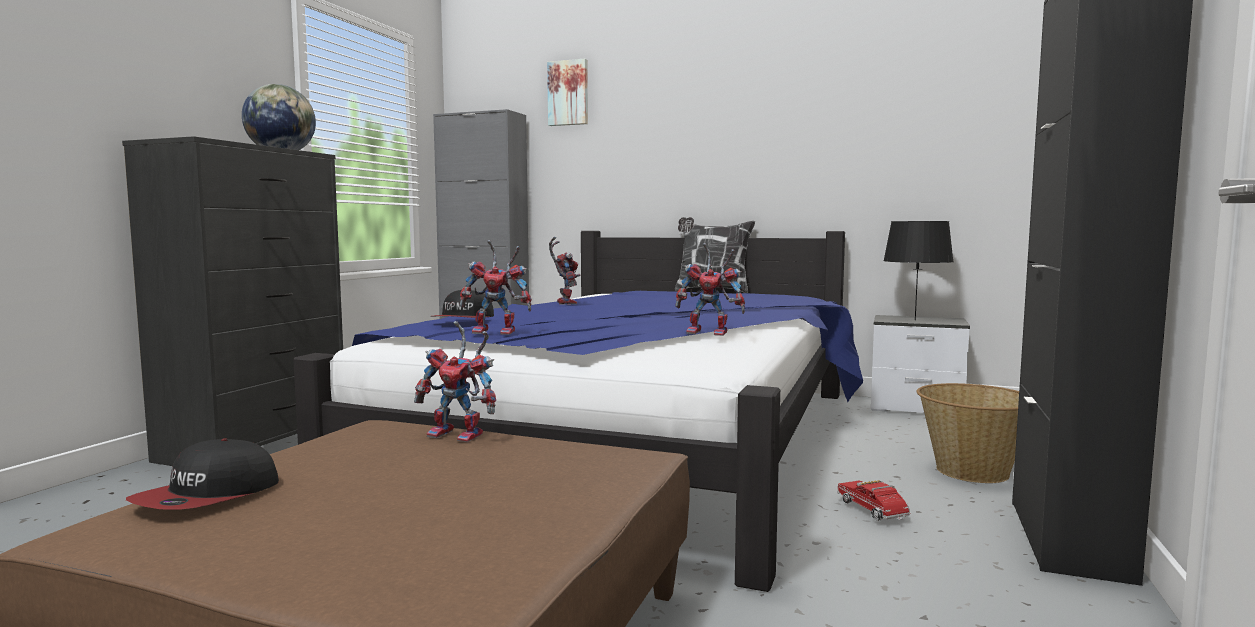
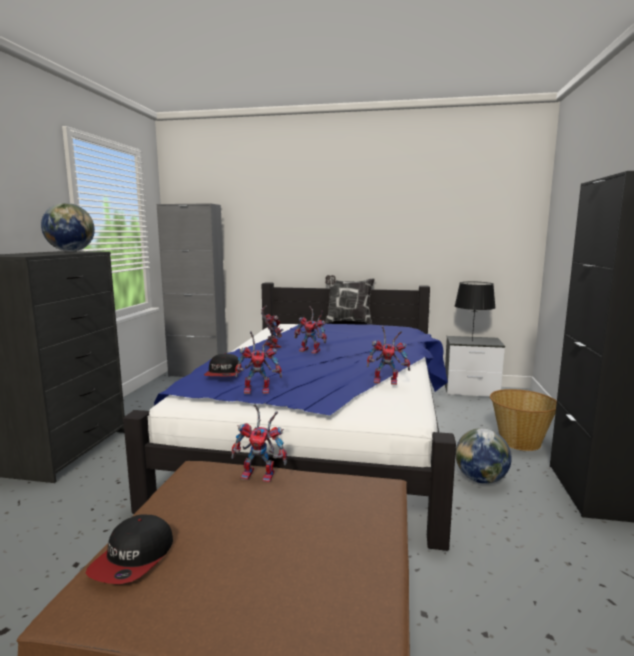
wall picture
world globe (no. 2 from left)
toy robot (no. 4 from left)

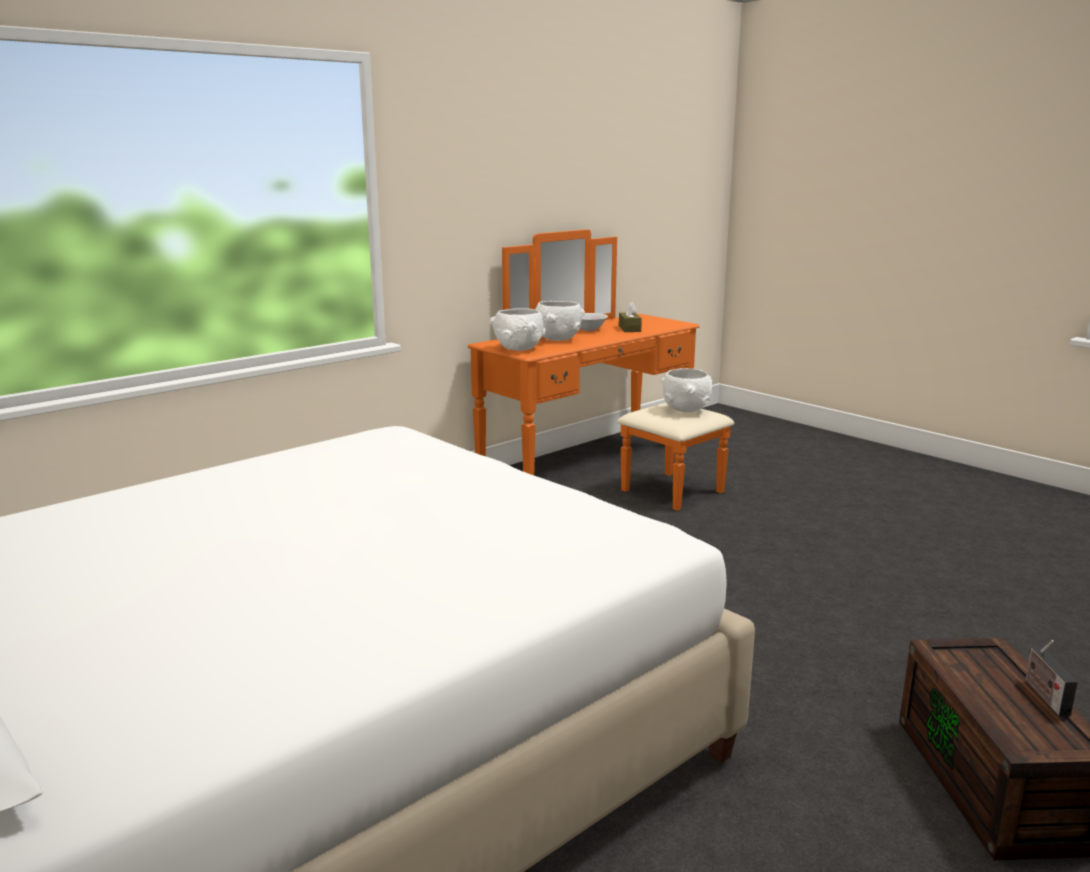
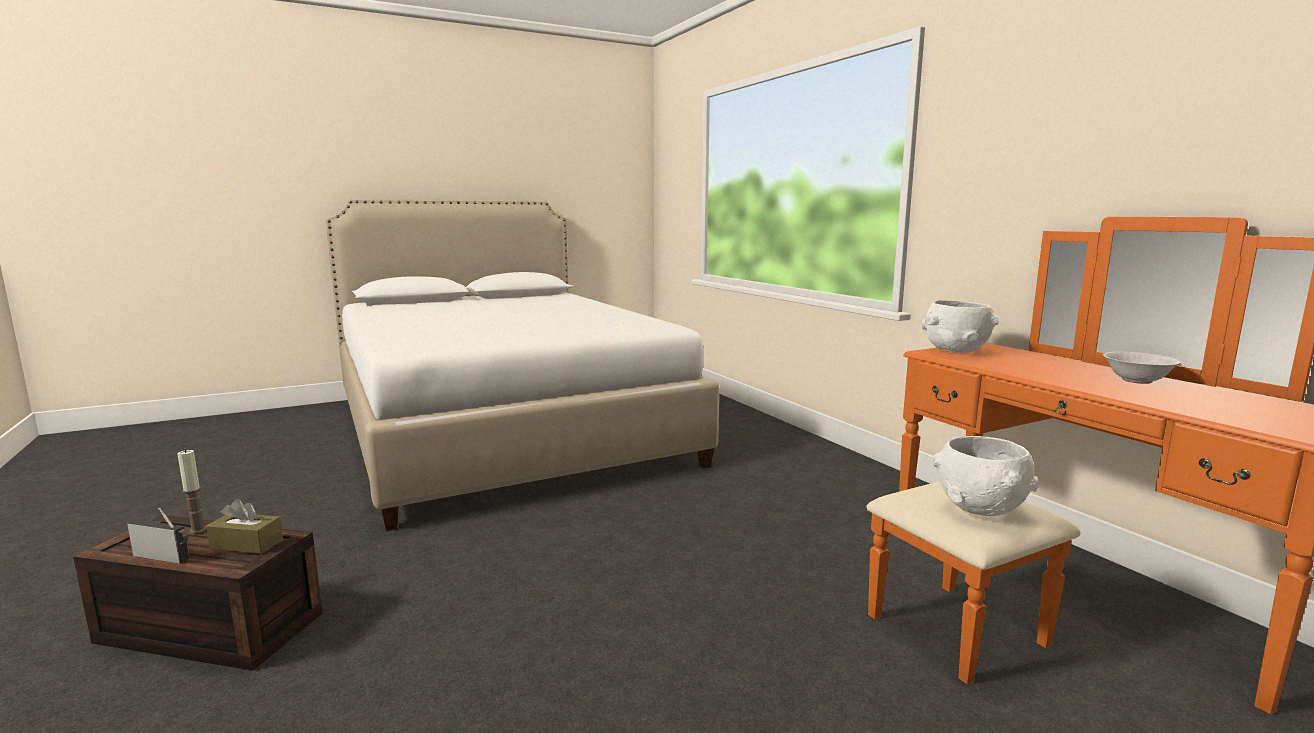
white deep dish (no. 2 from left in the first image)
brown-coloured tissue holder
wax candle

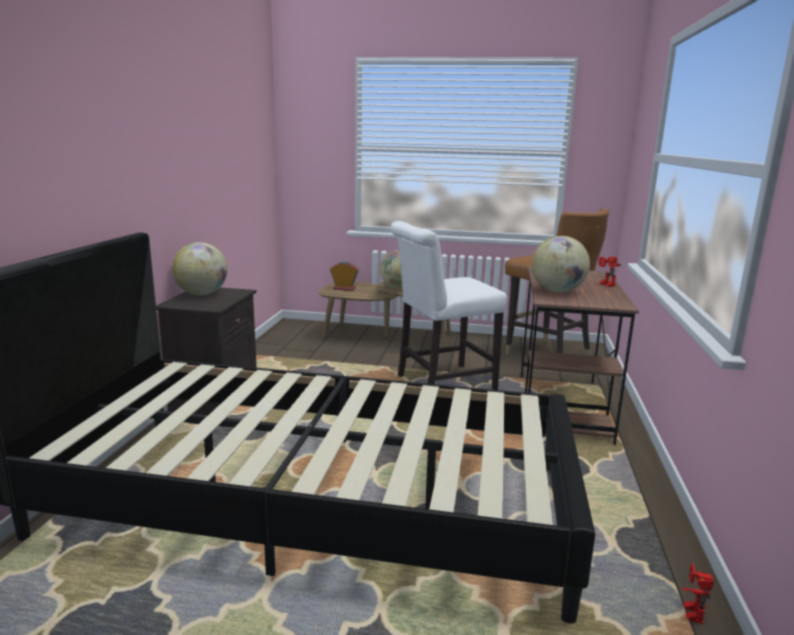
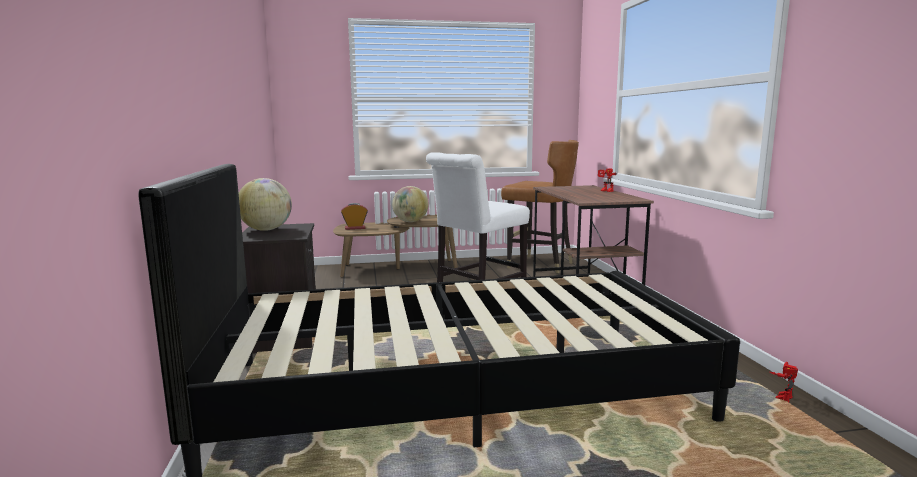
world globe (no. 3 from left in the first image)
toy robot (no. 2 from left)

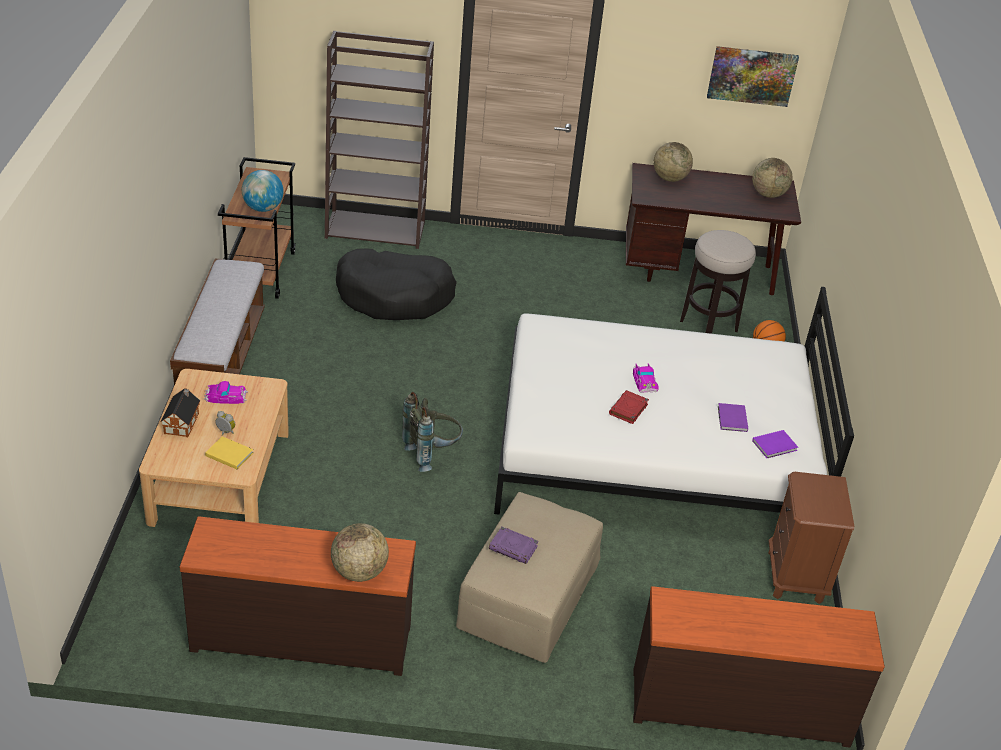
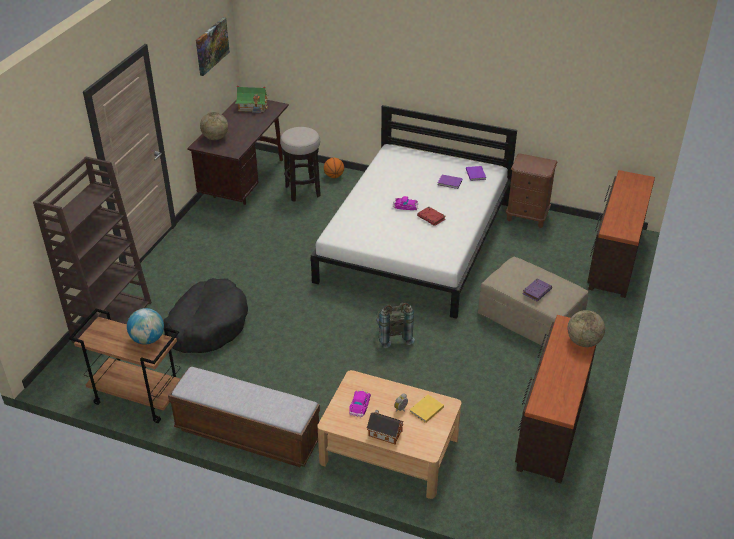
model house (no. 1 from left)

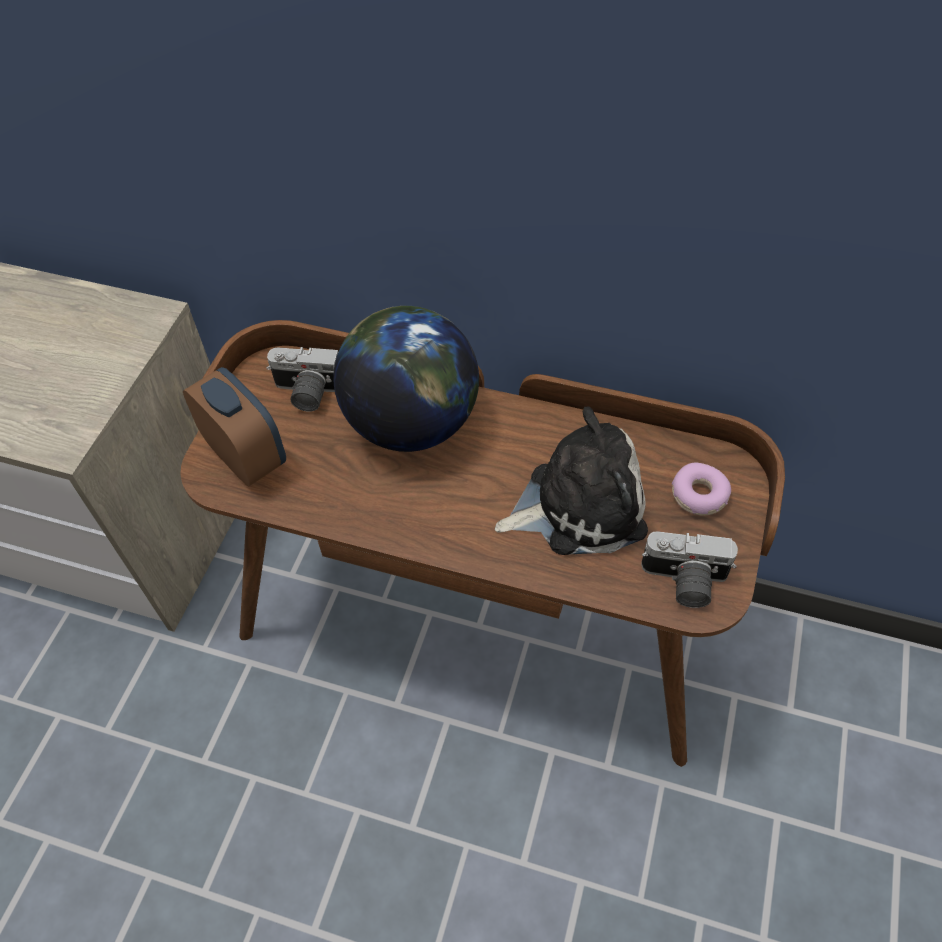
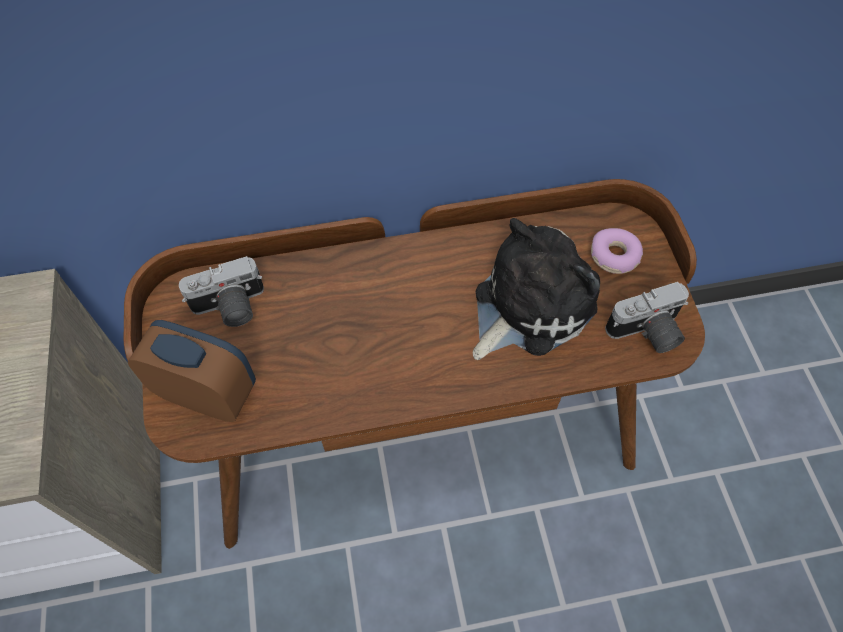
world globe

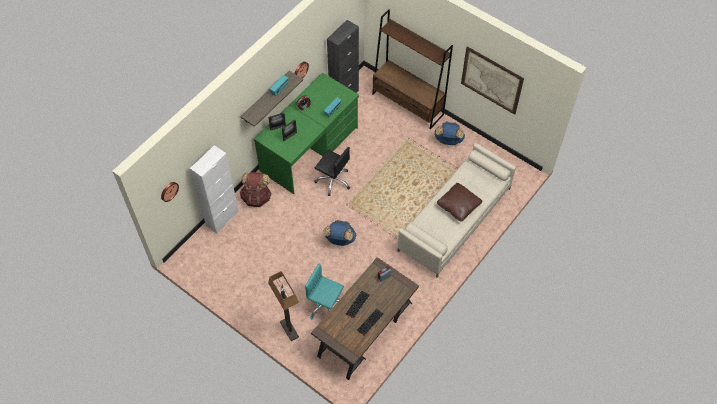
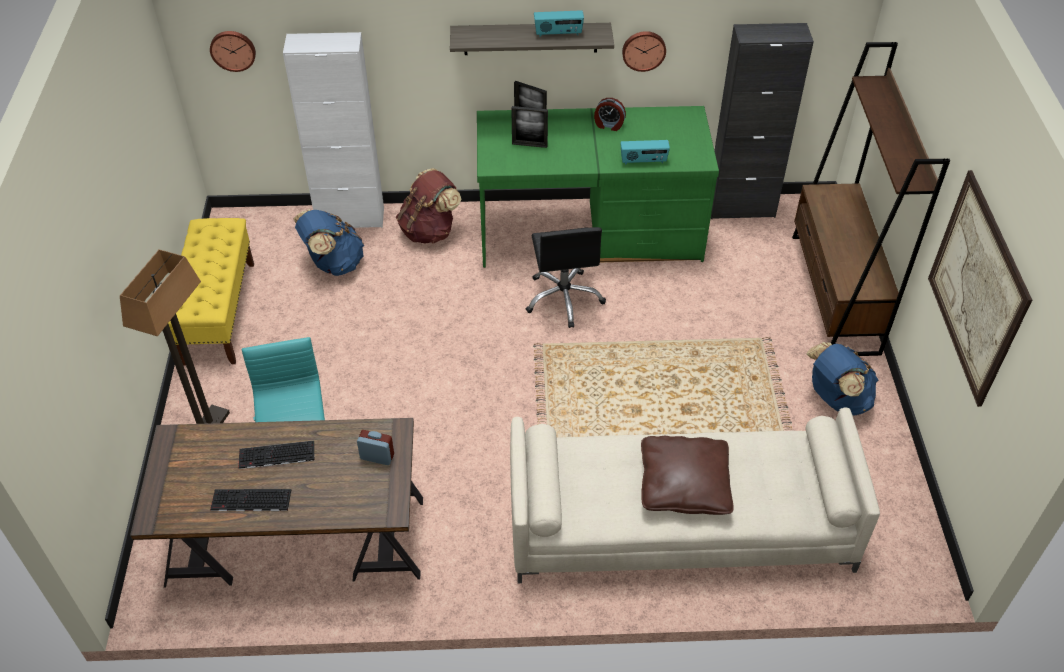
blue rucksack (no. 1 from left)
yellowish long seat

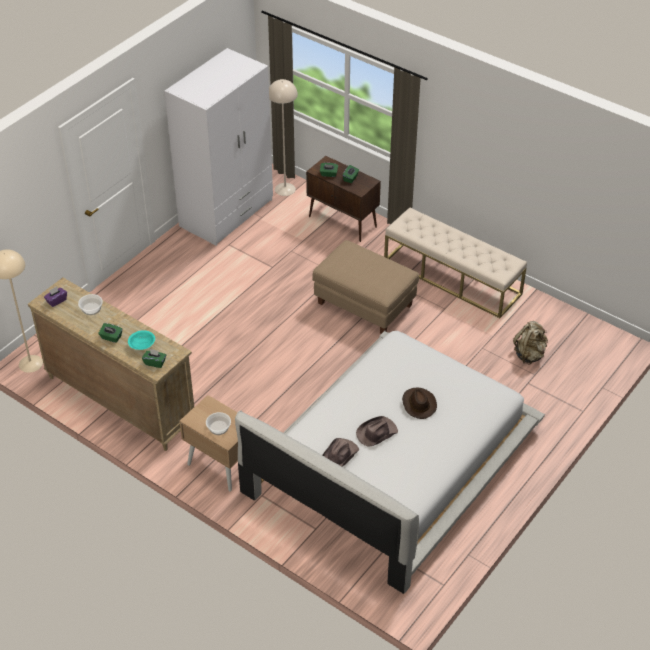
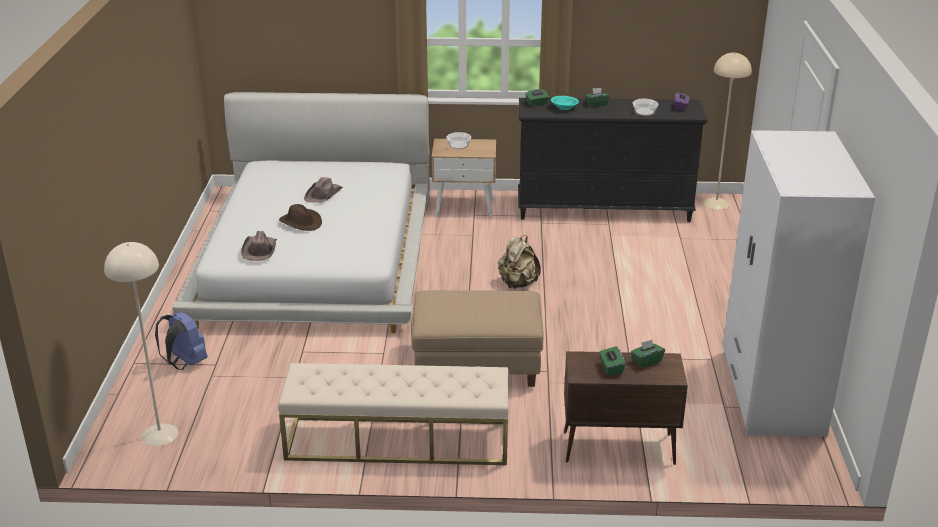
beige floor lamp (no. 1 from left)
blackish dresser
beige rucksack
brown-coloured hat (no. 1 from left)
blue rucksack

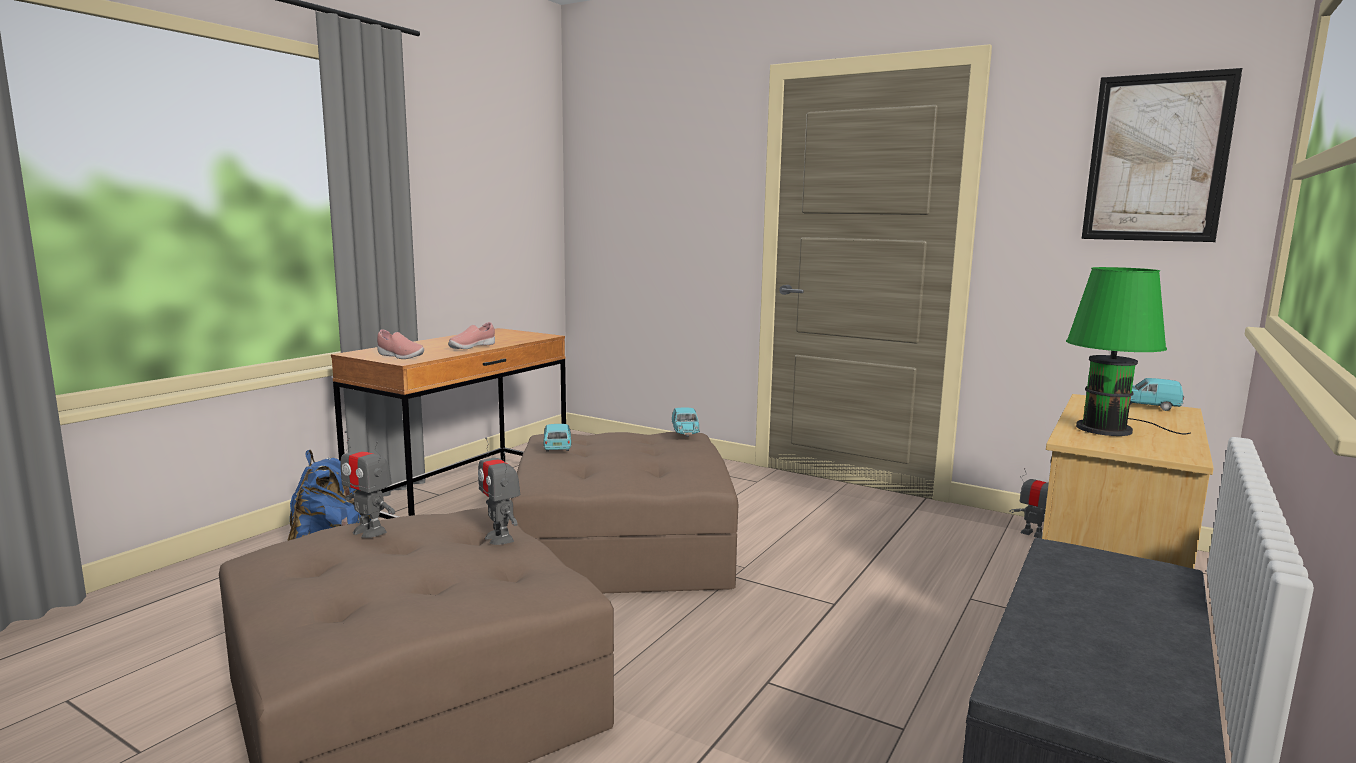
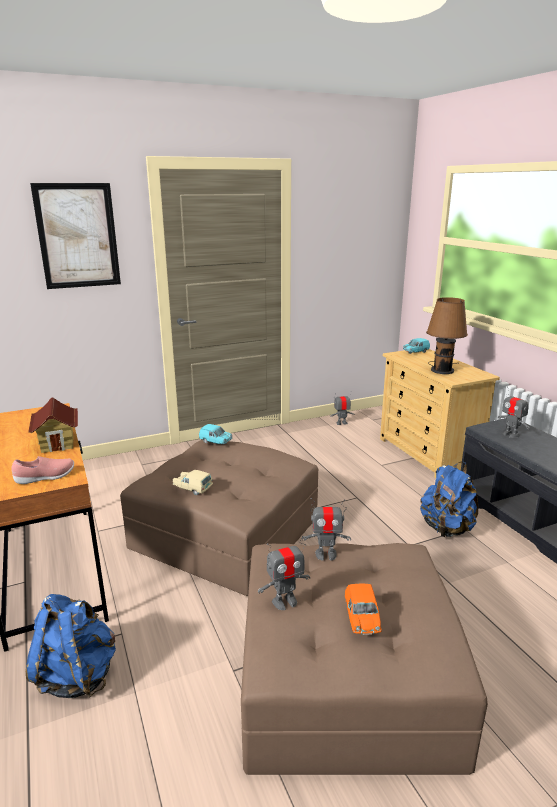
wall picture
brown-coloured lamp for a table
model house
beige toy car
toy robot (no. 4 from left)
blue rucksack (no. 2 from left)
orangey toy car

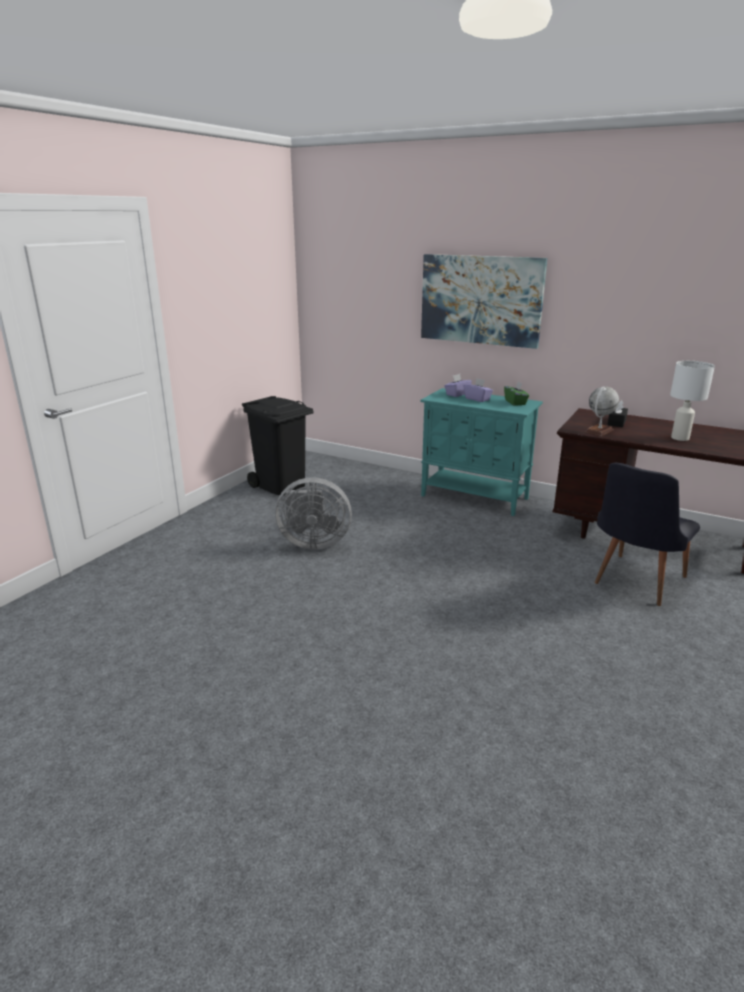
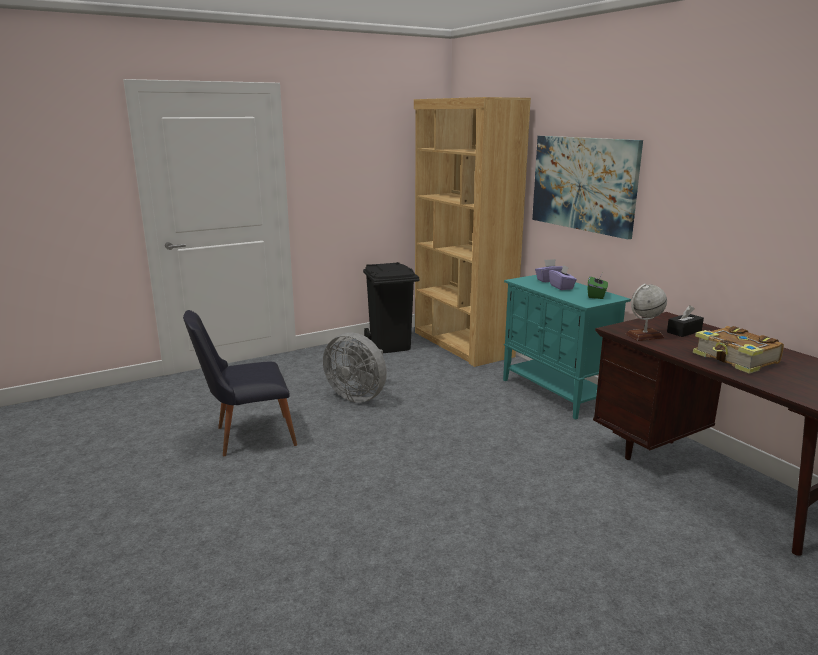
book
blackish upright chair
brown-coloured bookcase

